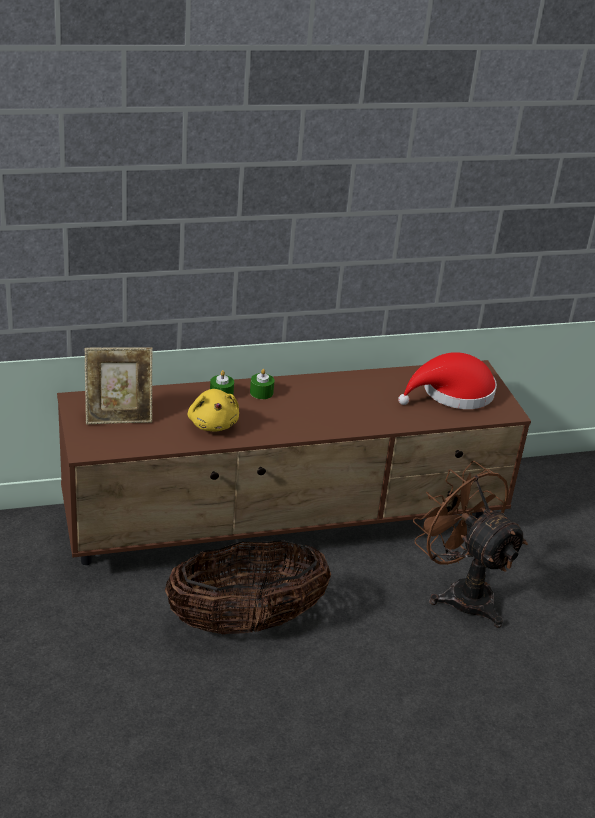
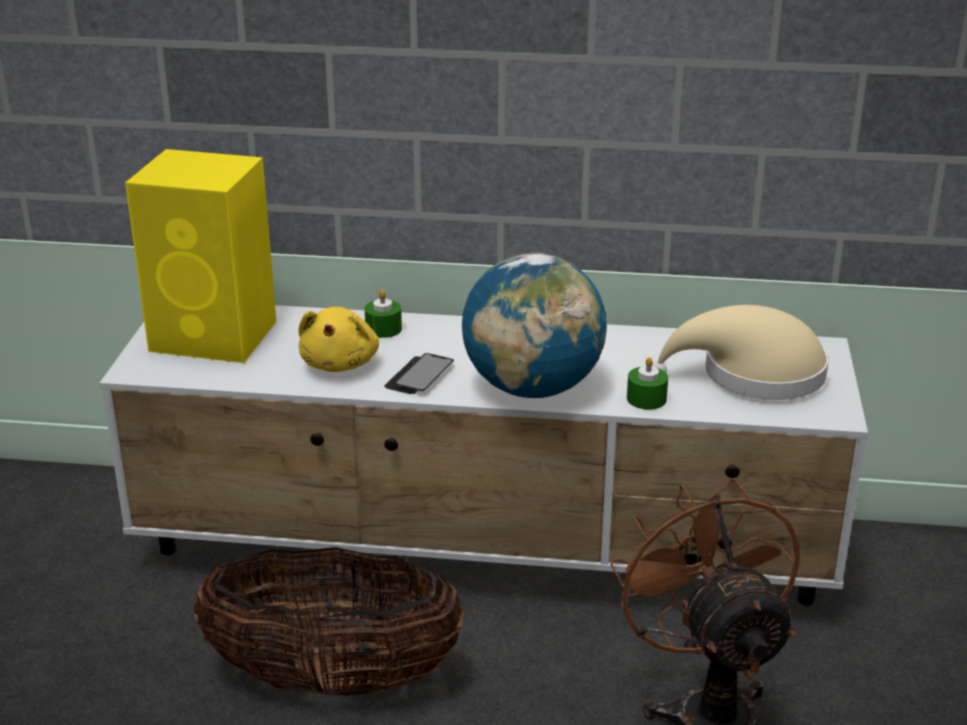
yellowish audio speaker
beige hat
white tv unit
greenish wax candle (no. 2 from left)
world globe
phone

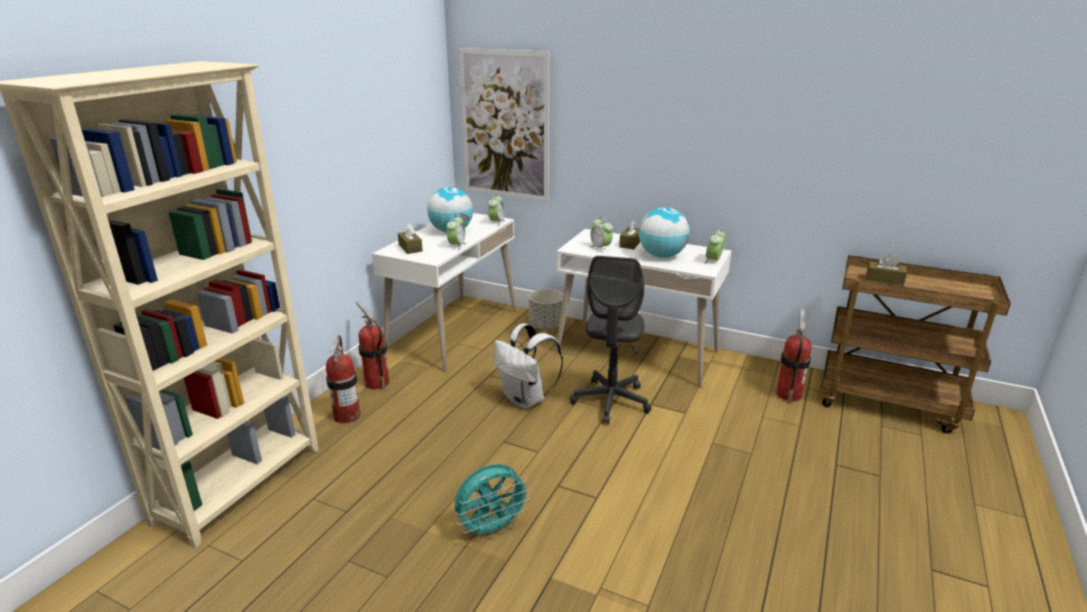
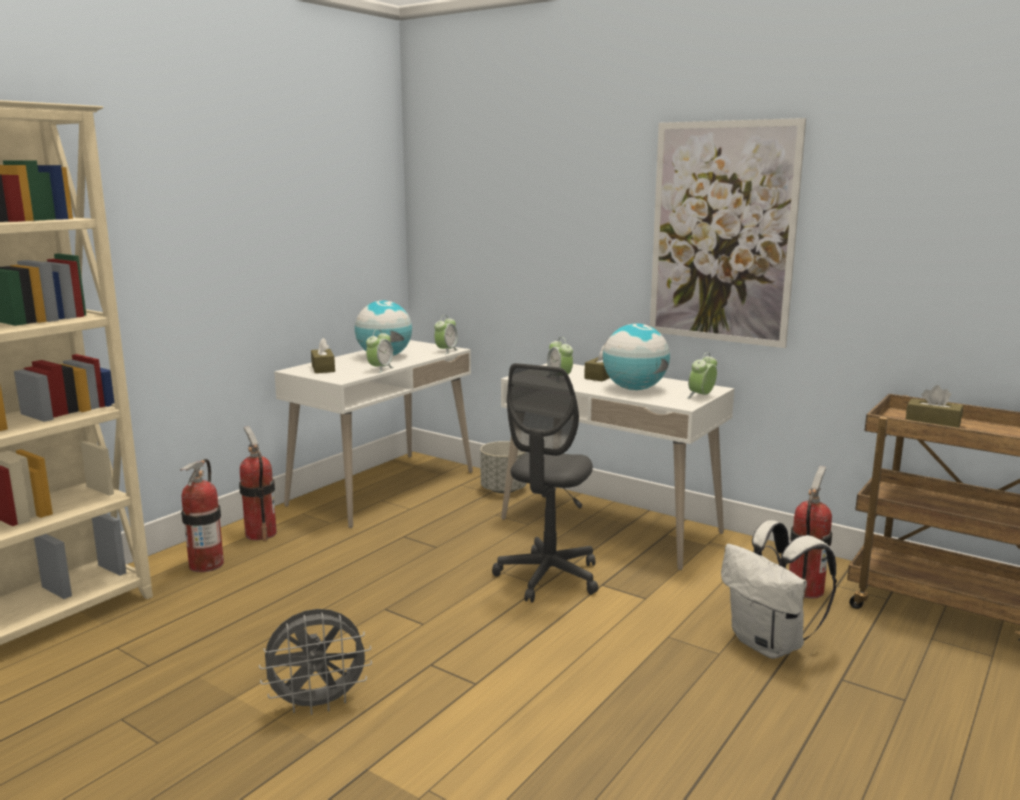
wall picture
white rucksack
gray electric fan

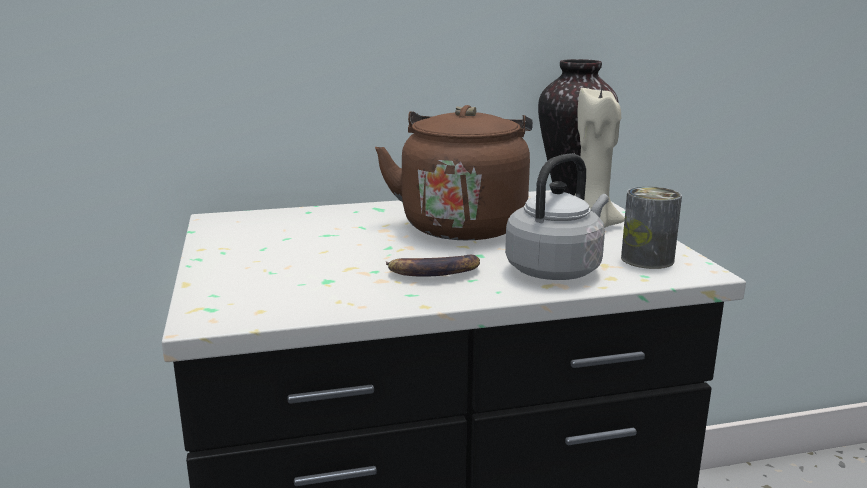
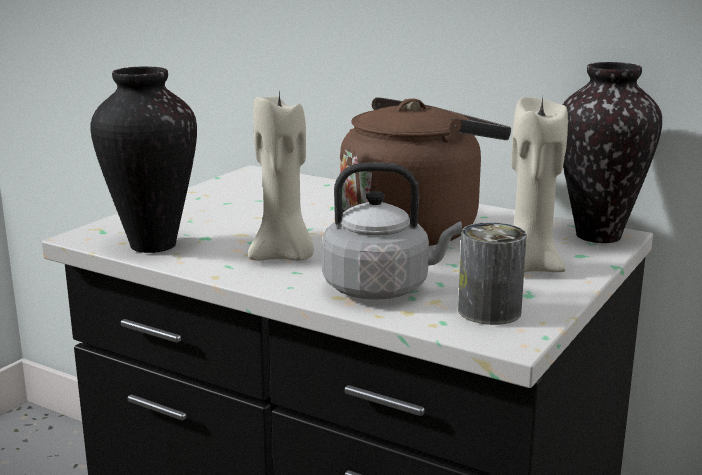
beige wax candle (no. 1 from left)
vase (no. 1 from left)

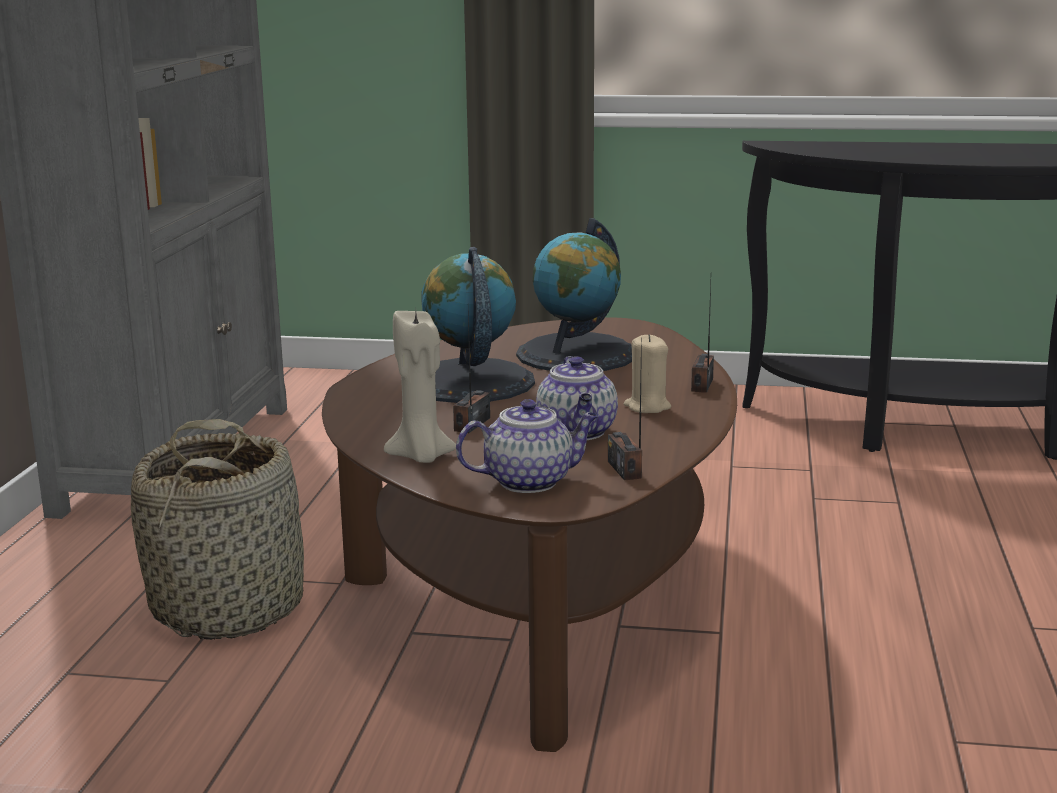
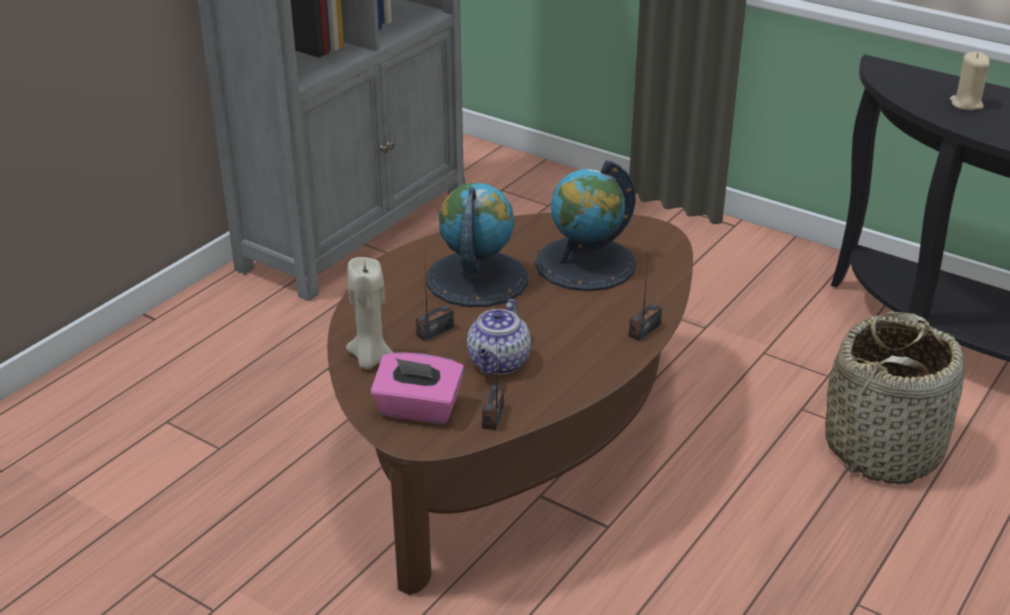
beige wax candle (no. 2 from left)
pink tissue holder
storage basket

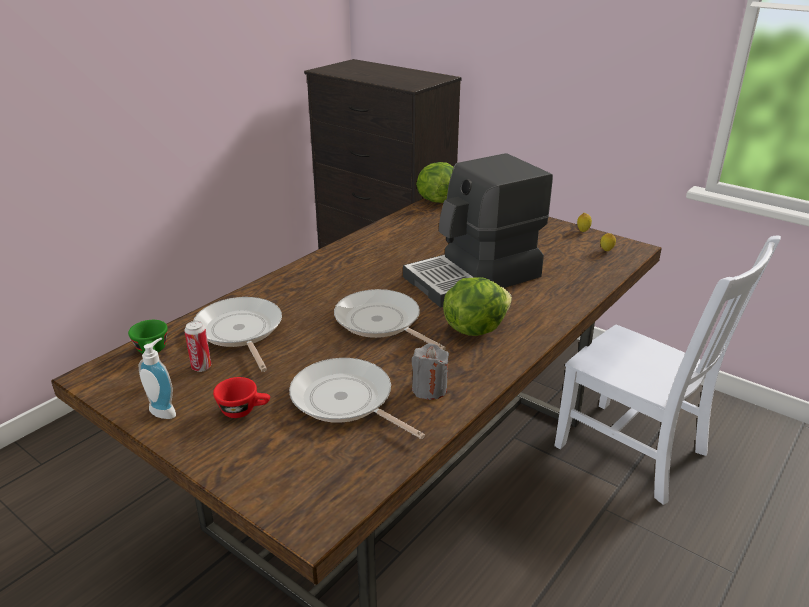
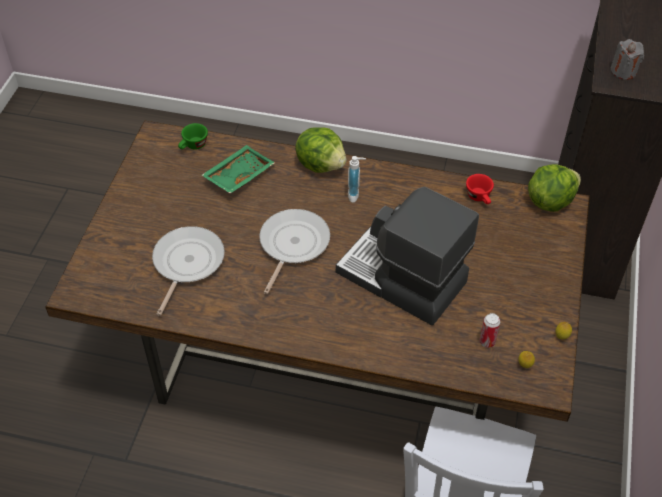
head of lettuce (no. 1 from left)
greenish serving tray
can
soap dispenser
gray wax candle
red cup

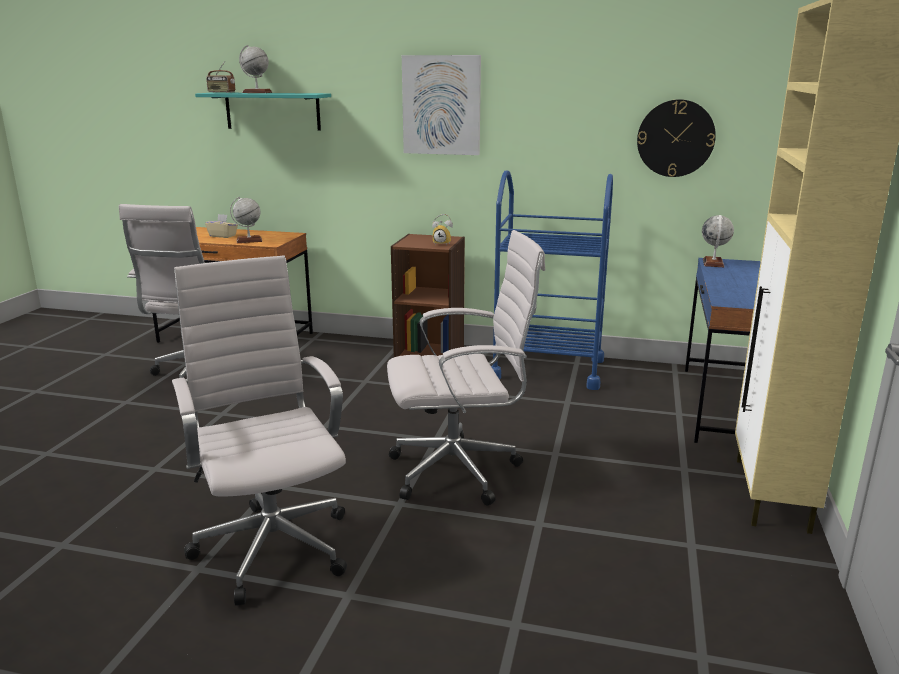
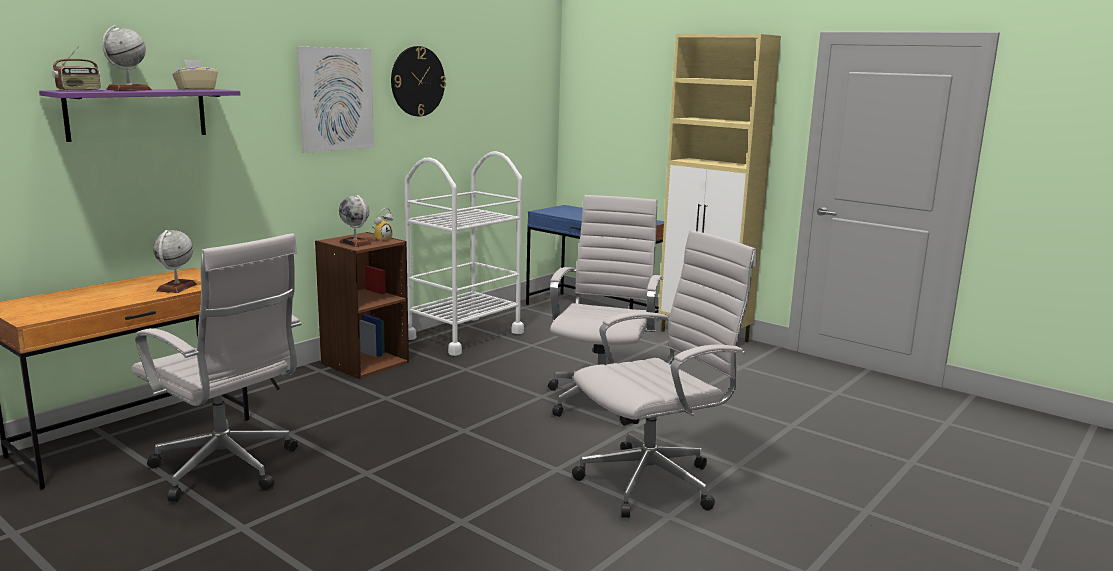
purple-coloured wall shelf
hanging clock
white trolley
beige tissue holder
world globe (no. 3 from left)
white computer chair (no. 3 from left)

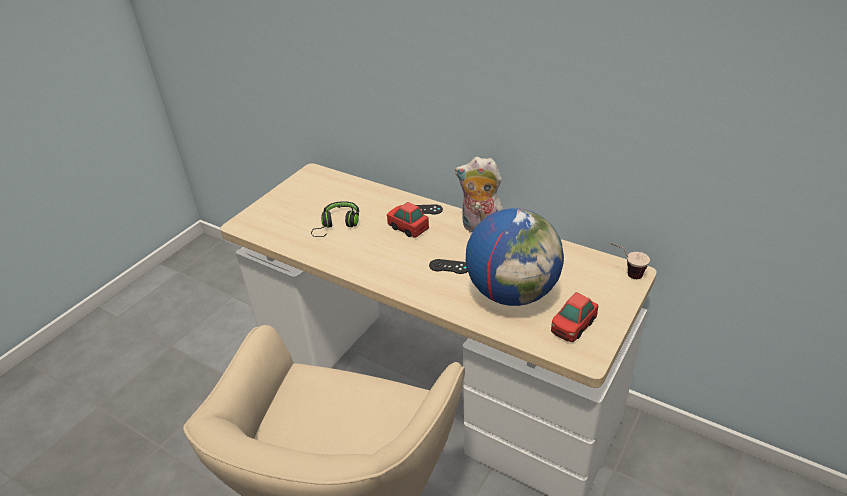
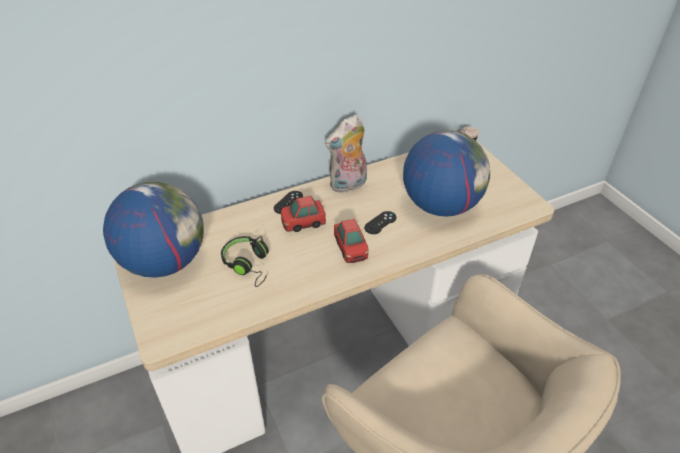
toy car (no. 2 from left)
world globe (no. 1 from left)

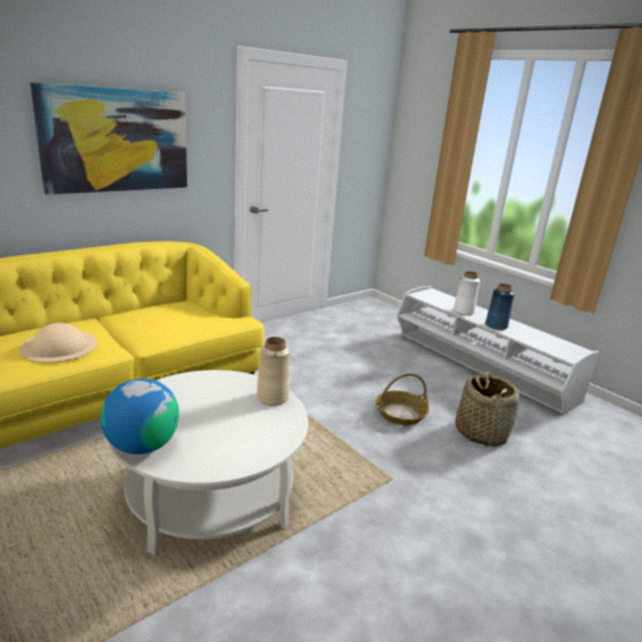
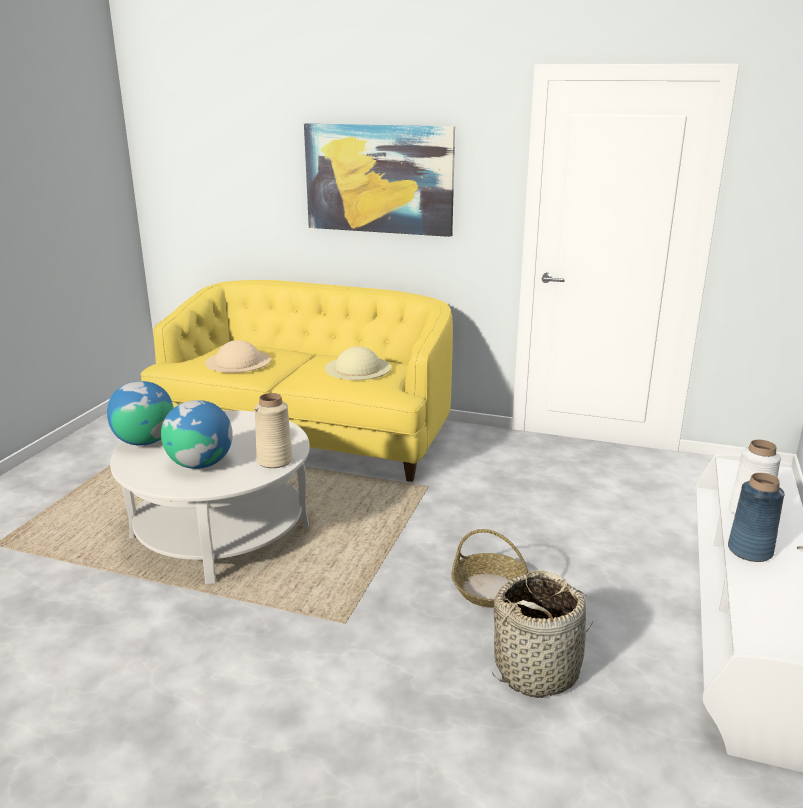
beige hat (no. 2 from left)
world globe (no. 2 from left)

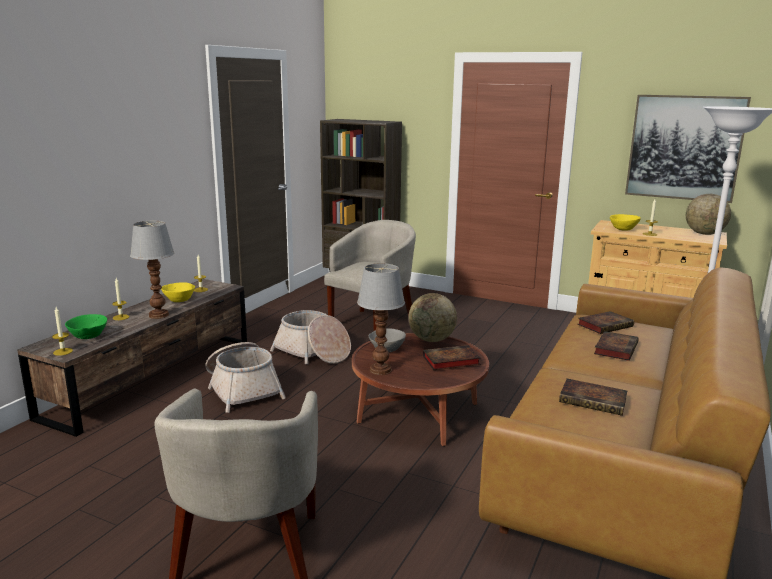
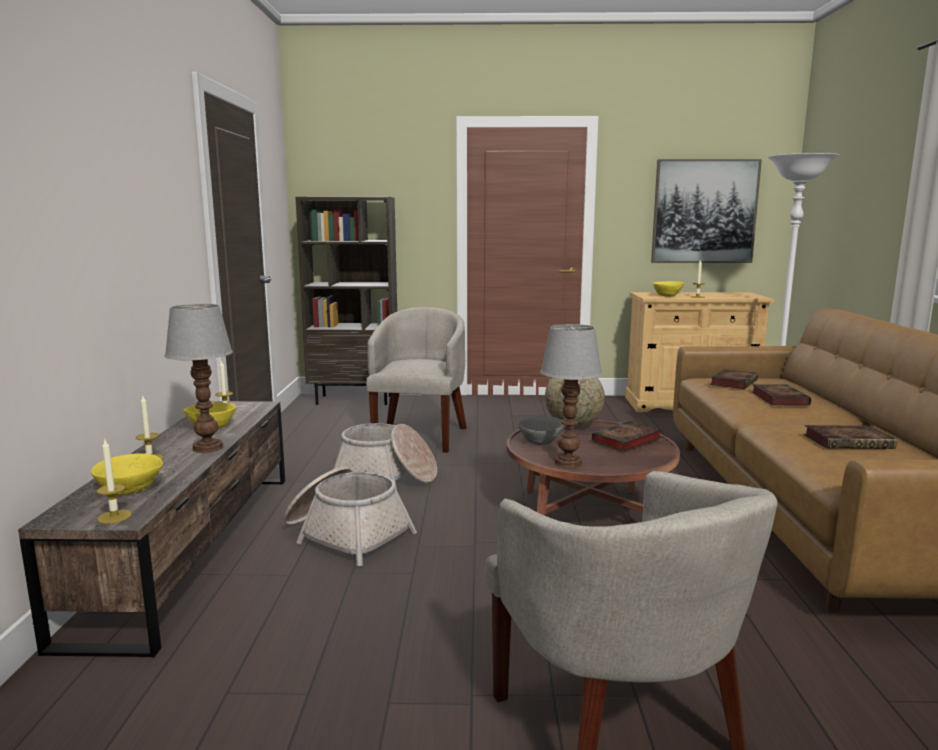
world globe (no. 2 from left in the first image)
yellowish deep dish (no. 1 from left)

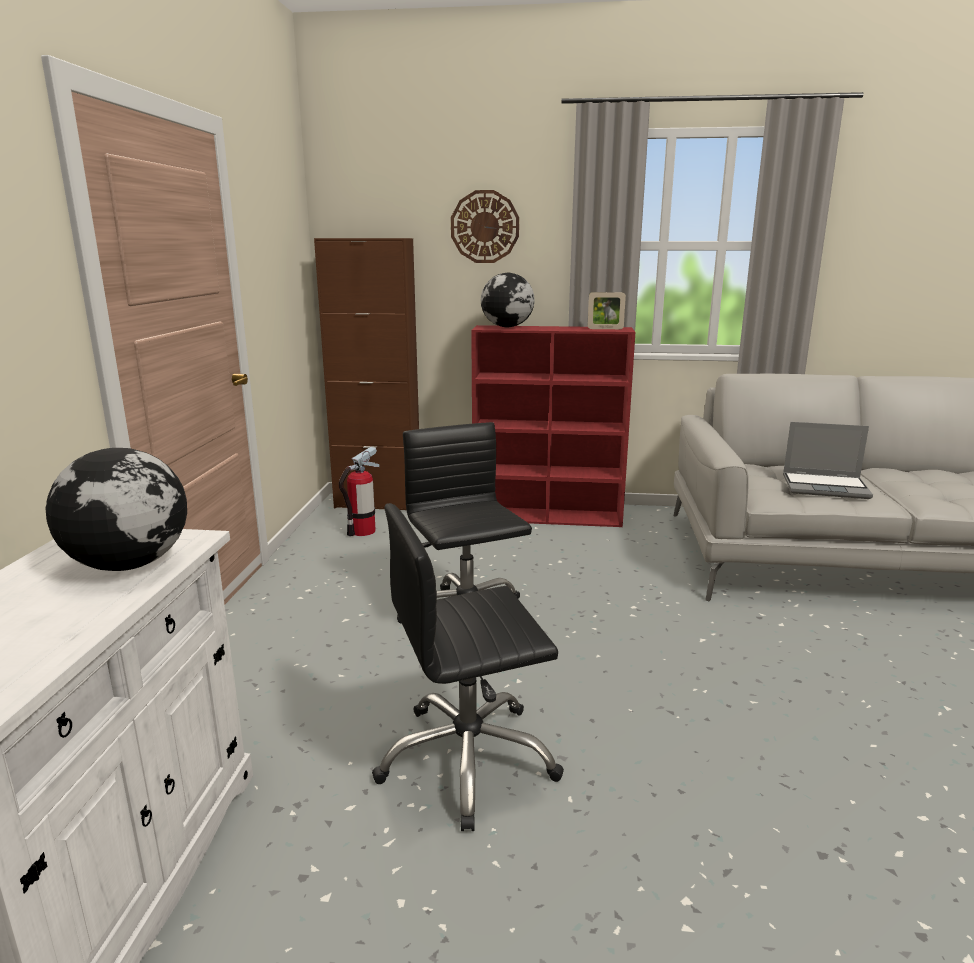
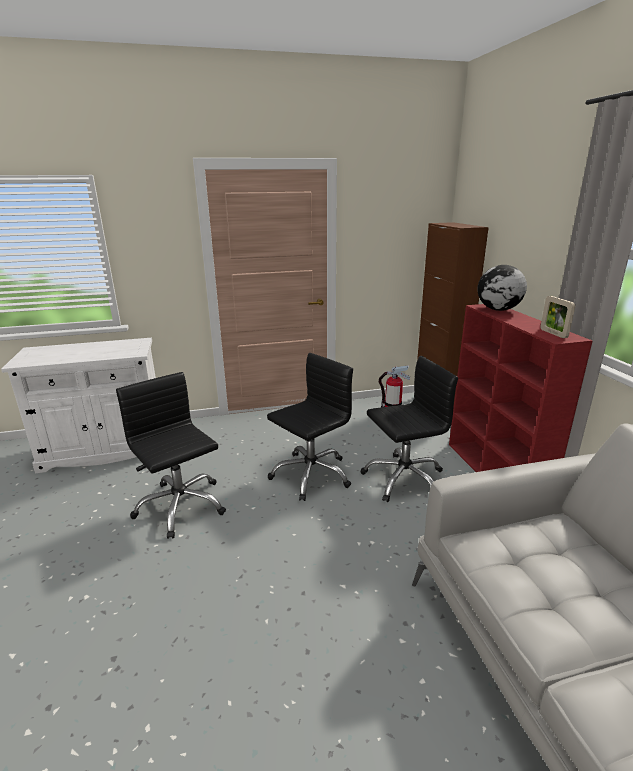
hanging clock
laptop
world globe (no. 1 from left in the first image)
blackish computer chair (no. 3 from left)

